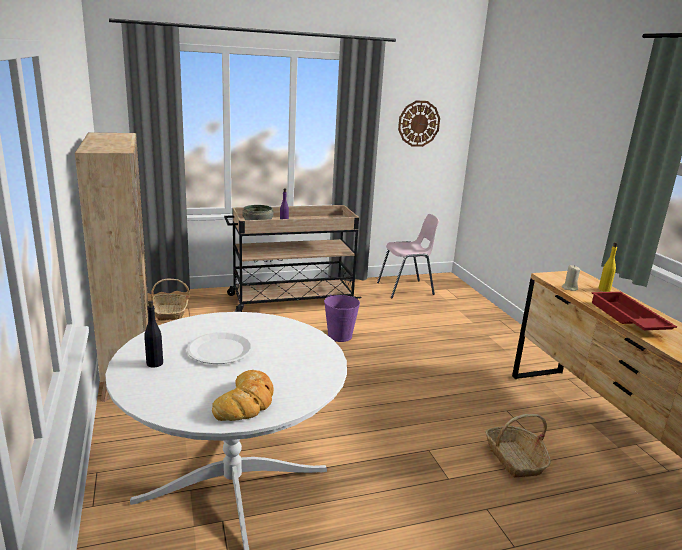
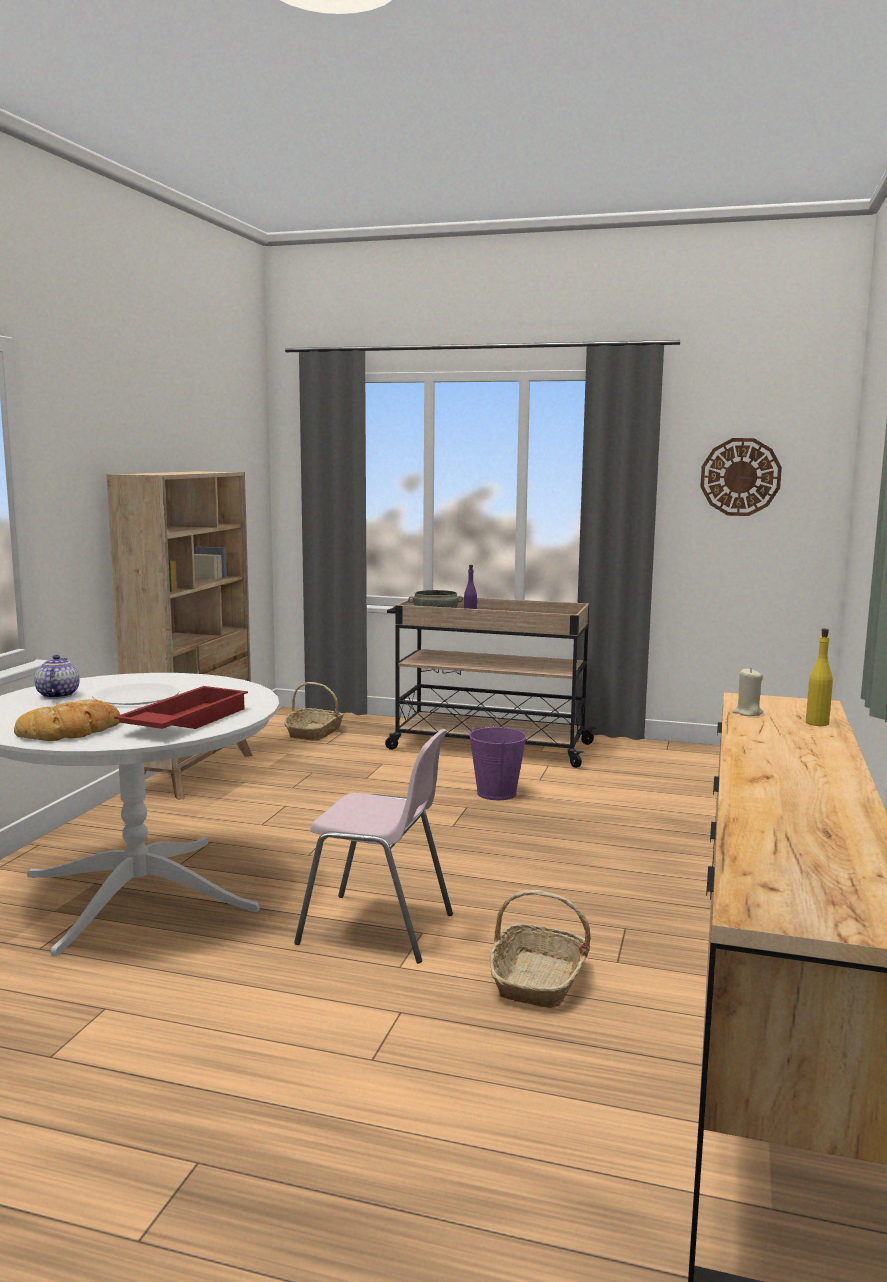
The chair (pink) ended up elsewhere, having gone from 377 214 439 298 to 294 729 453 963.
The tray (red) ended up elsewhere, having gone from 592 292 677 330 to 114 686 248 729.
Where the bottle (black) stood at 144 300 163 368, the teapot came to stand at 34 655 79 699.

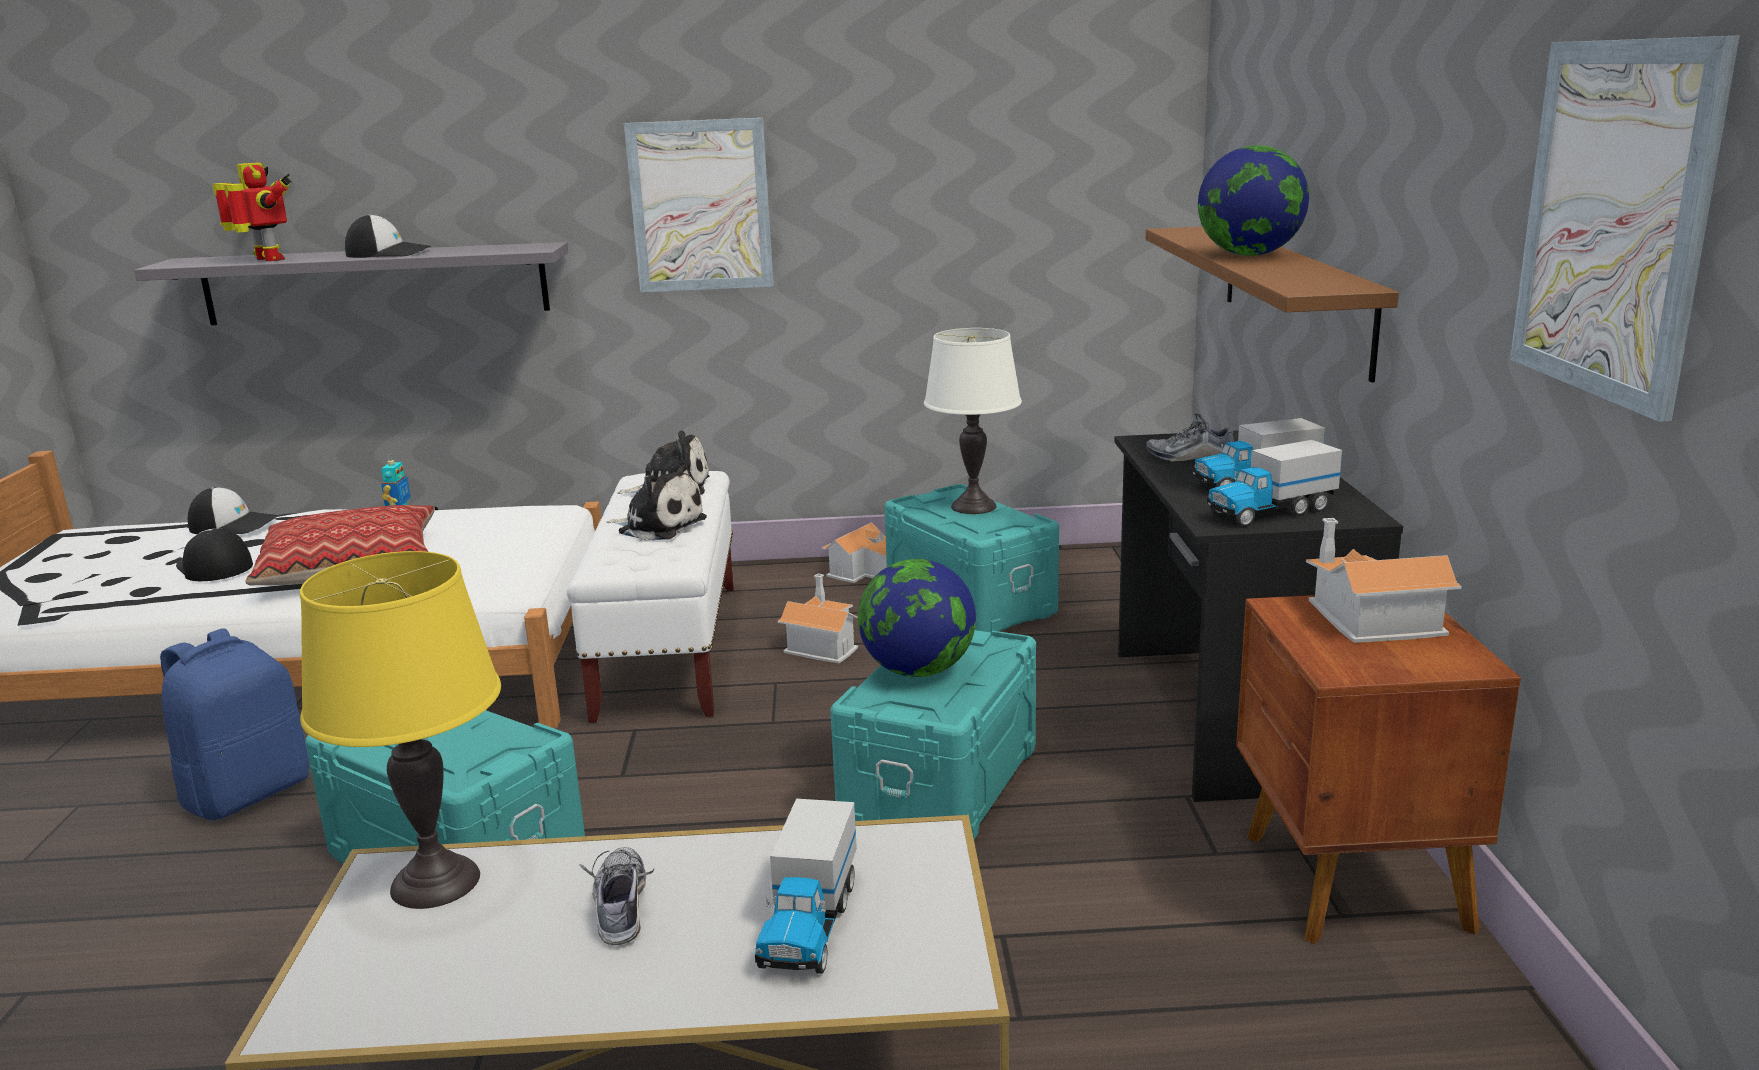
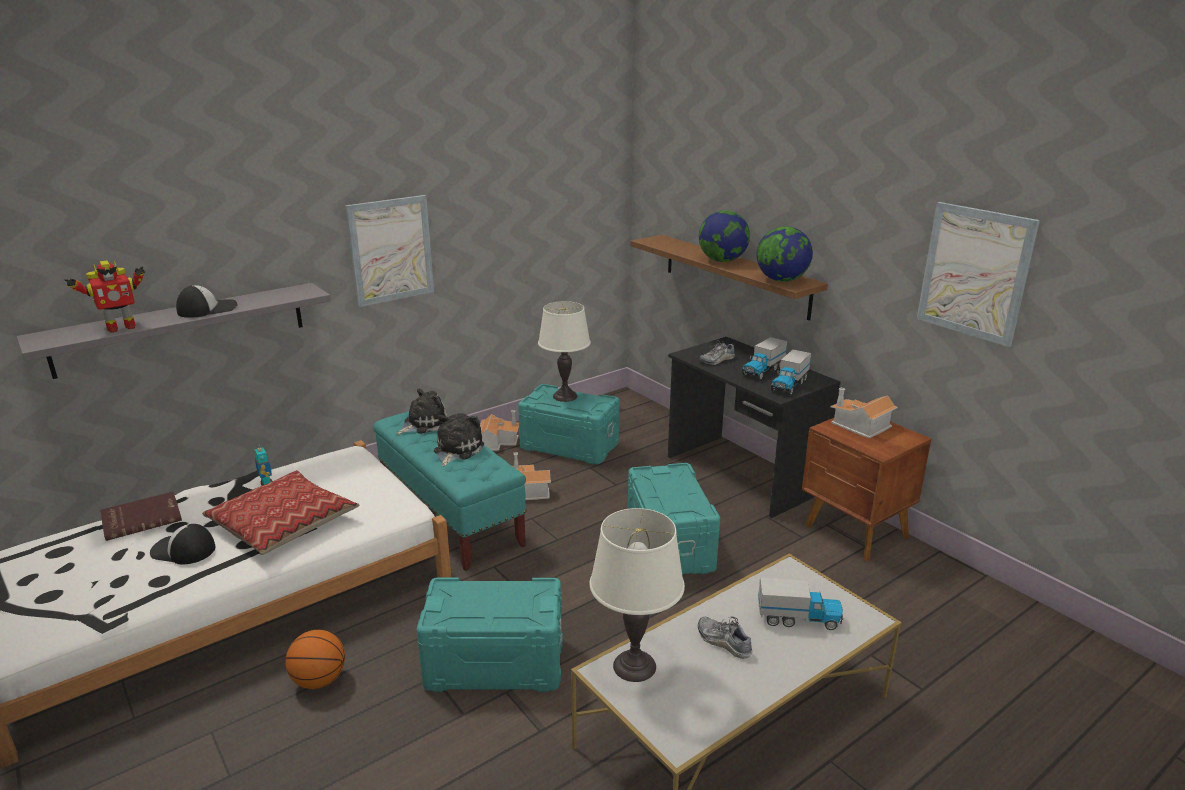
The toy robot at 212 163 292 261 ended up facing another way, 135 degrees clockwise from before.
The plush toy at 607 465 707 540 ended up facing another way, 60 degrees counterclockwise from before.
What was the bench (white) at 567 471 734 723 turned into the bench (turquoise) at 373 411 527 571.
Where the cap stood at 188 487 278 534, the book (red) came to stand at 100 492 182 541.
What was the table lamp (yellow) at 300 551 501 909 turned into the table lamp (white) at 590 508 685 682.
The globe ended up elsewhere, having gone from 858 559 976 677 to 757 226 813 282.
Where the backpack (blue) stood at 160 628 309 820, the basketball came to stand at 285 630 345 689.
The toy truck at 755 799 857 974 ended up facing another way, 60 degrees counterclockwise from before.

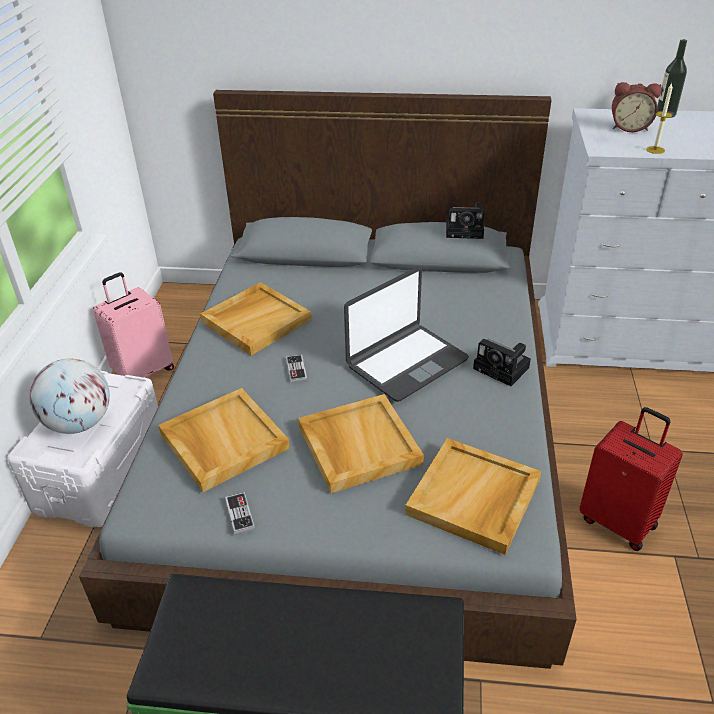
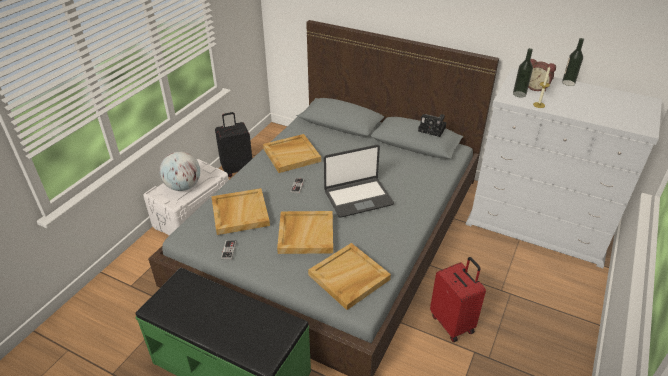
What was the suitcase (pink) at 93 272 174 378 turned into the suitcase (black) at 215 112 252 177.
The second view lost the photo camera at 473 339 531 386.
The second view gained the bottle at 513 48 533 98.

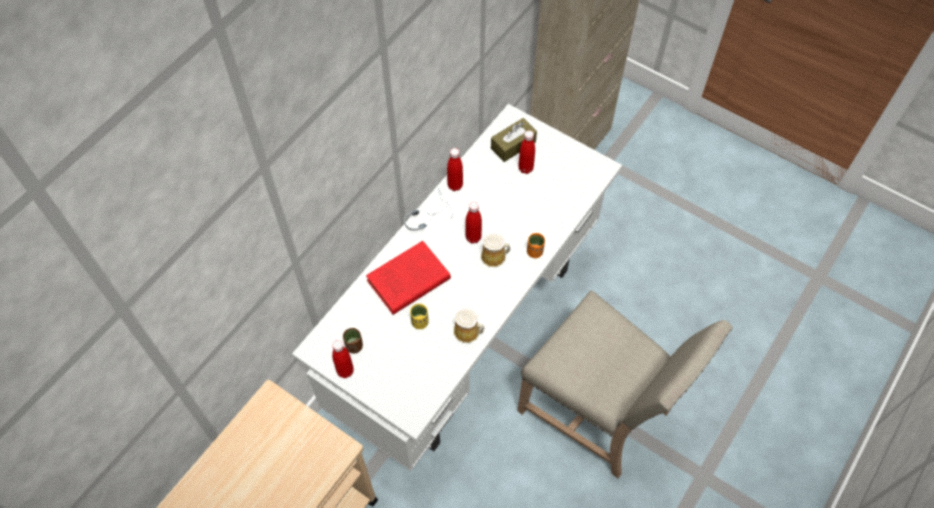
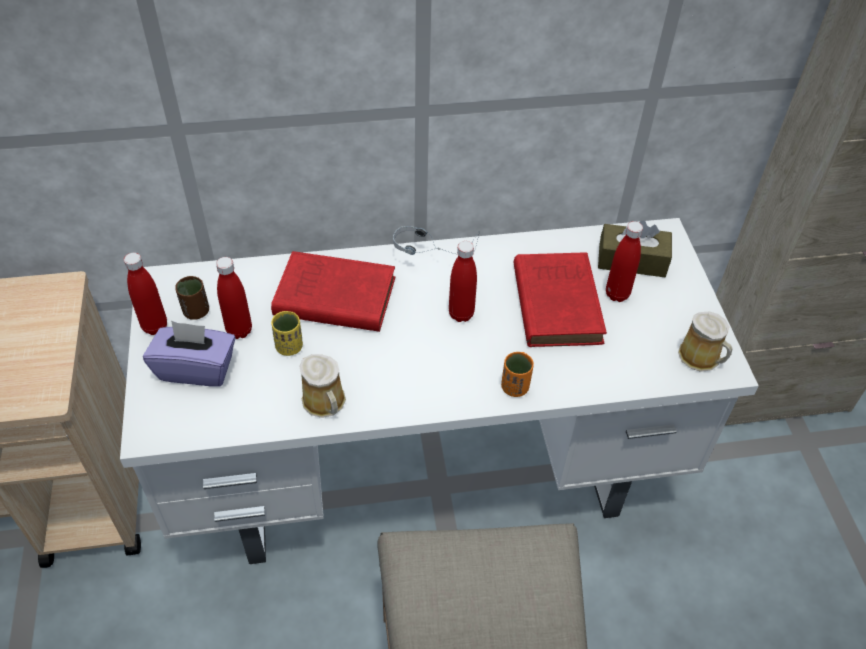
The bottle (red) ended up elsewhere, having gone from 447 148 463 191 to 216 257 252 339.
The mug ended up elsewhere, having gone from 481 233 510 267 to 678 312 733 372.
The second view gained the book (red) at 514 252 607 347.
The second view gained the tissue box (purple) at 143 321 236 387.

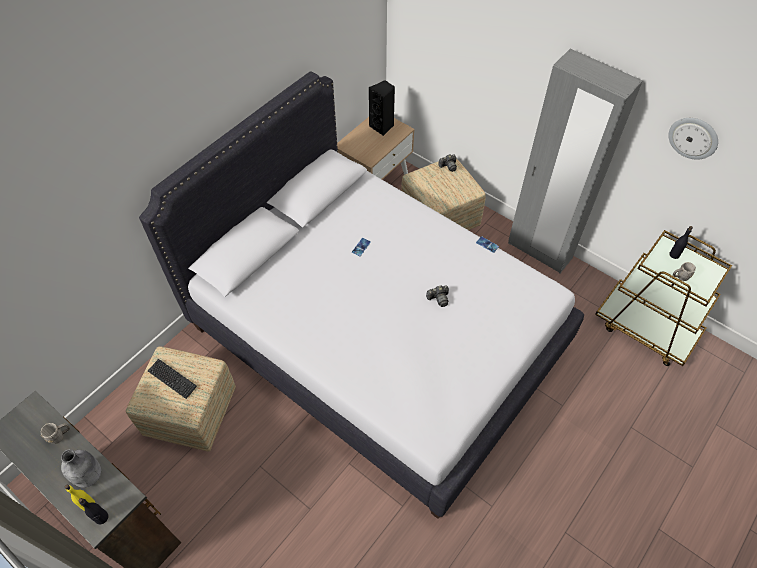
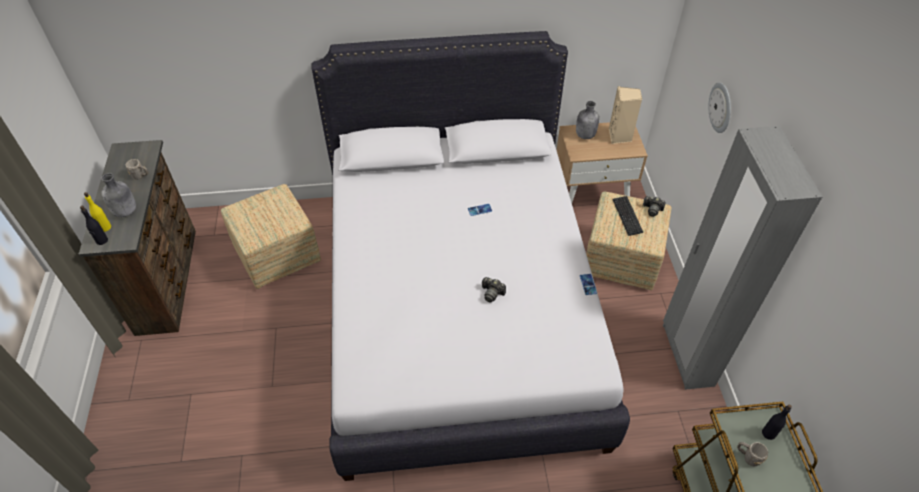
What was the speaker (black) at 369 80 395 136 turned into the speaker (beige) at 609 86 642 144.
The wall clock ended up elsewhere, having gone from 668 118 718 160 to 709 82 731 133.
The keyboard ended up elsewhere, having gone from 148 359 197 399 to 612 196 643 236.
The second view gained the bottle (grey) at 576 101 599 139.

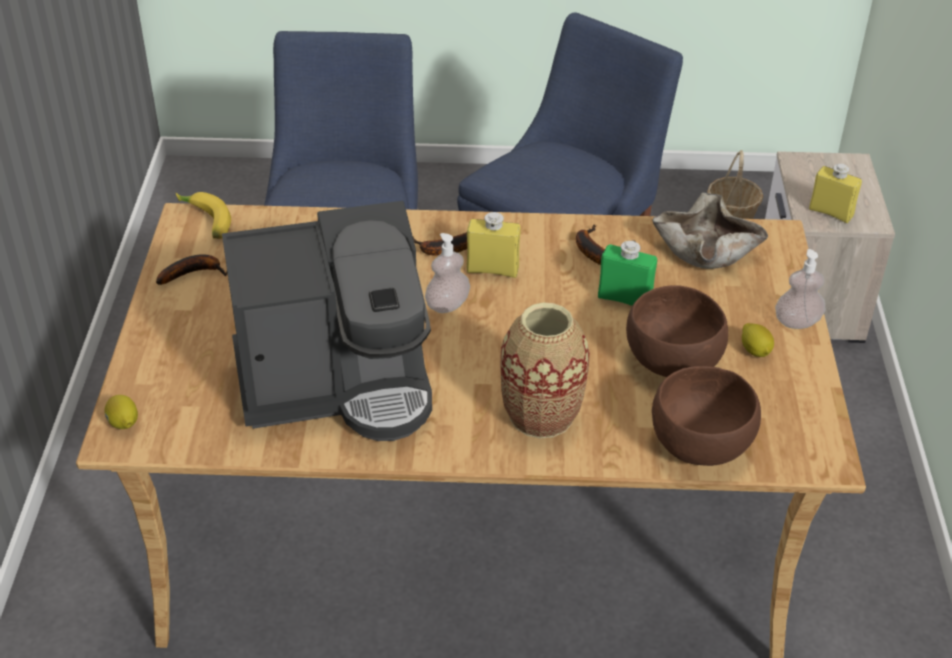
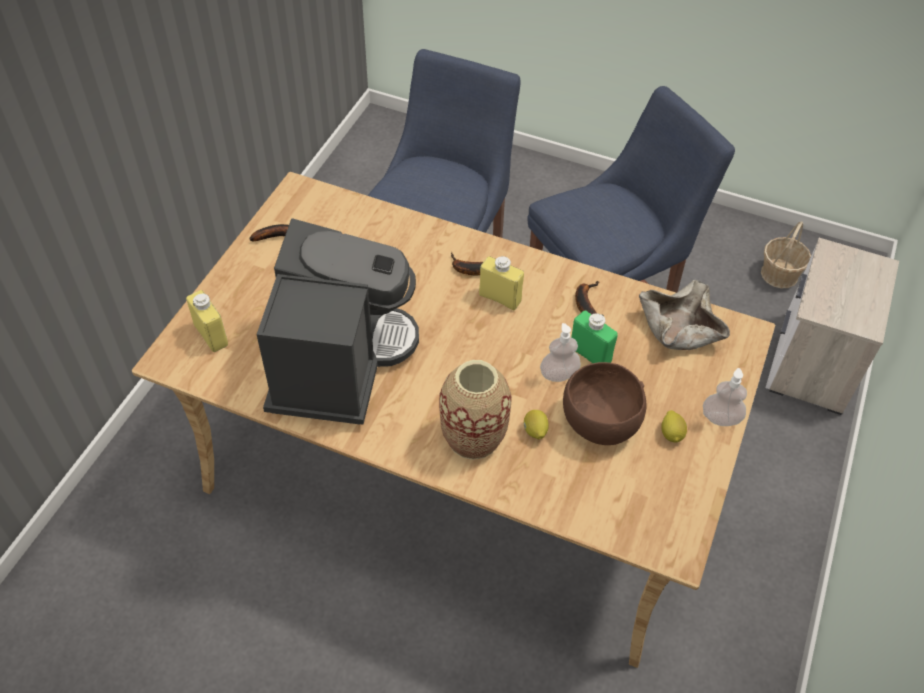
The bottle (yellow) ended up elsewhere, having gone from 809 164 862 223 to 186 290 228 352.
The second view lost the banana at 176 192 231 239.
The coffee machine at 222 201 432 441 ended up facing another way, 90 degrees counterclockwise from before.
The soap dispenser ended up elsewhere, having gone from 425 233 470 313 to 540 323 581 382.
The second view lost the bowl (brown) at 652 366 761 466.
The lemon ended up elsewhere, having gone from 105 395 138 429 to 524 410 549 439.

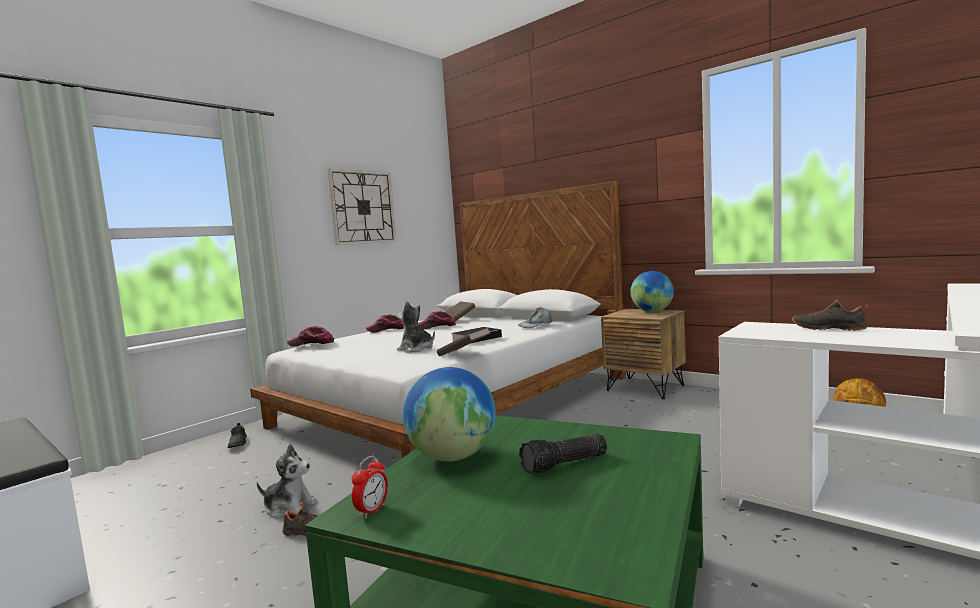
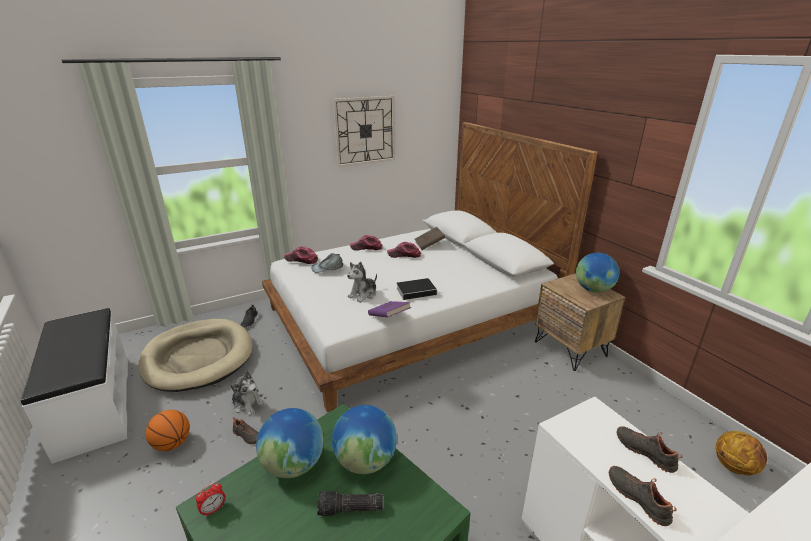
The plush toy at 397 301 435 352 ended up facing another way, 105 degrees counterclockwise from before.
The cap (grey) ended up elsewhere, having gone from 518 307 553 328 to 312 253 343 273.
What was the book (brown) at 437 327 491 356 turned into the book (purple) at 368 301 411 317.
The second view gained the dog bed (beige) at 138 319 253 392.
The second view gained the globe at 332 405 397 474.
The second view gained the basketball at 145 410 190 451.
The second view gained the shoe (black) at 609 466 677 526.

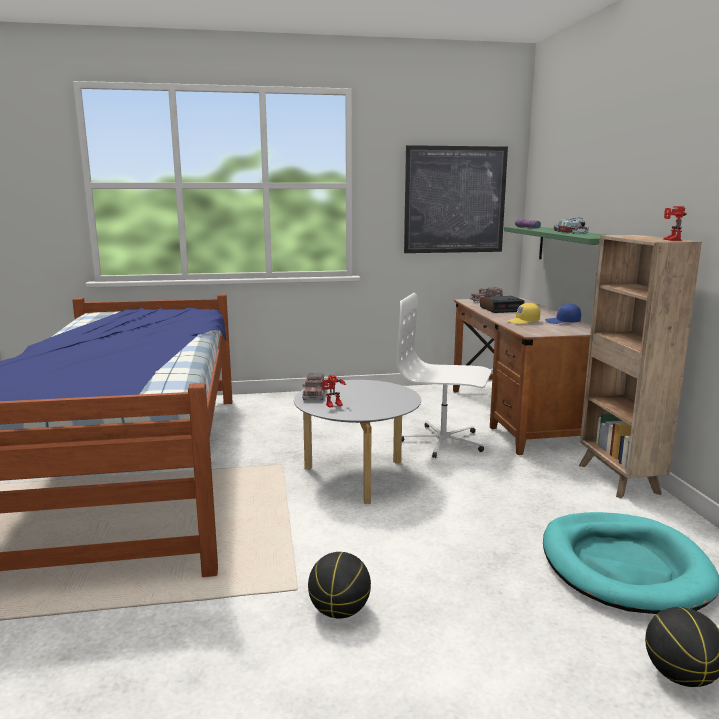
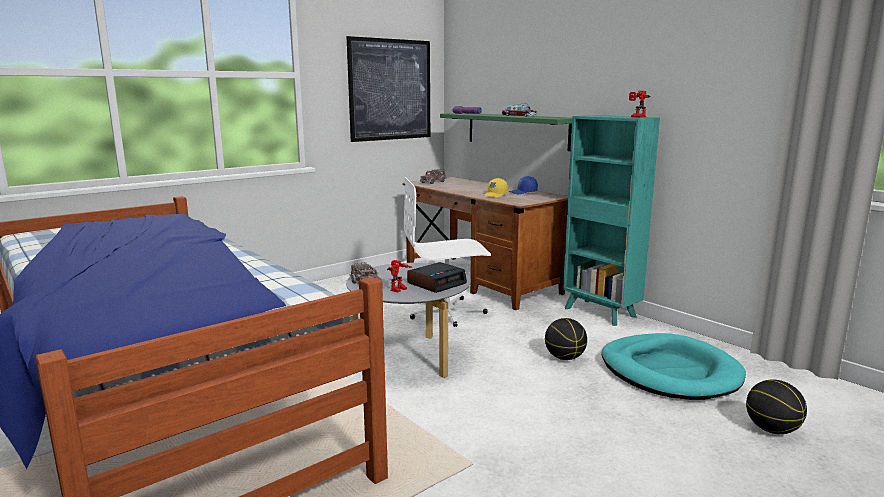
What was the bookcase (brown) at 579 235 702 498 turned into the bookcase (turquoise) at 563 115 660 326.
The alarm clock ended up elsewhere, having gone from 480 296 524 313 to 407 262 467 293.
The basketball ended up elsewhere, having gone from 308 552 371 619 to 545 318 587 360.

